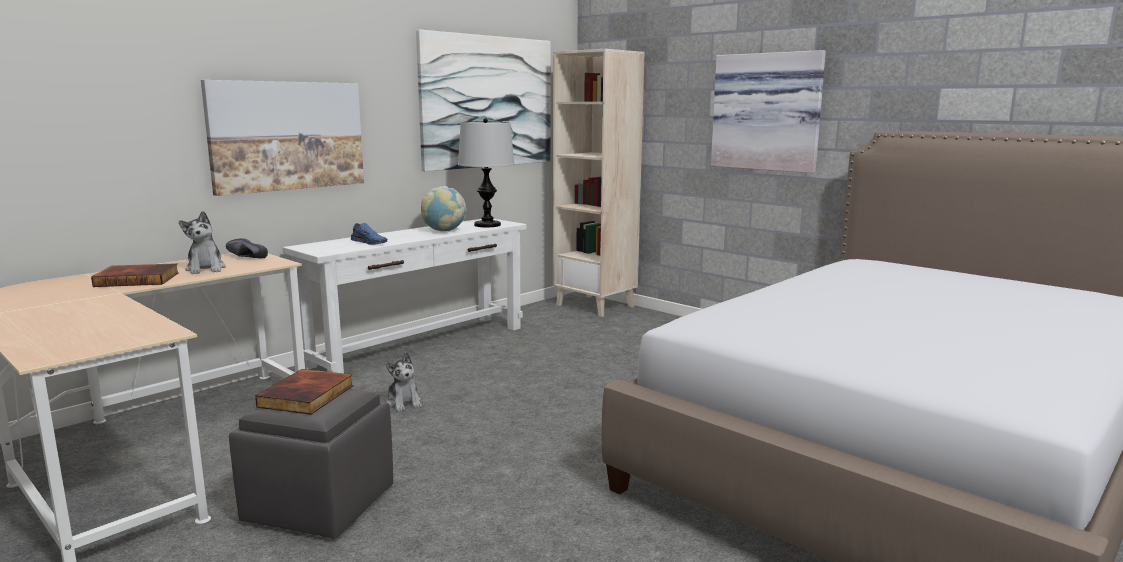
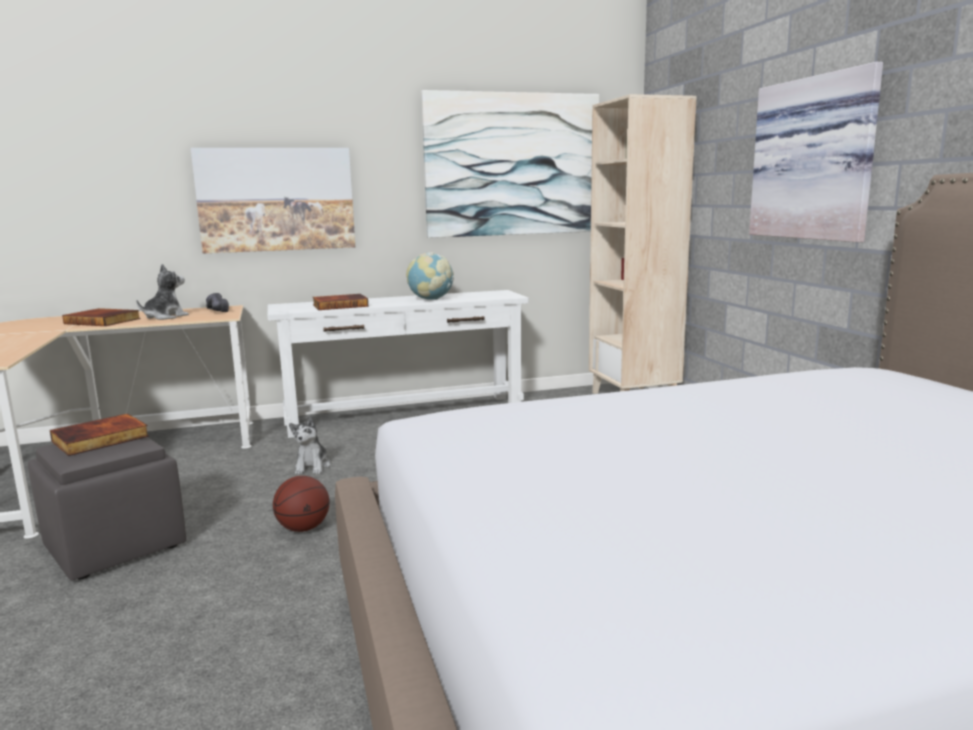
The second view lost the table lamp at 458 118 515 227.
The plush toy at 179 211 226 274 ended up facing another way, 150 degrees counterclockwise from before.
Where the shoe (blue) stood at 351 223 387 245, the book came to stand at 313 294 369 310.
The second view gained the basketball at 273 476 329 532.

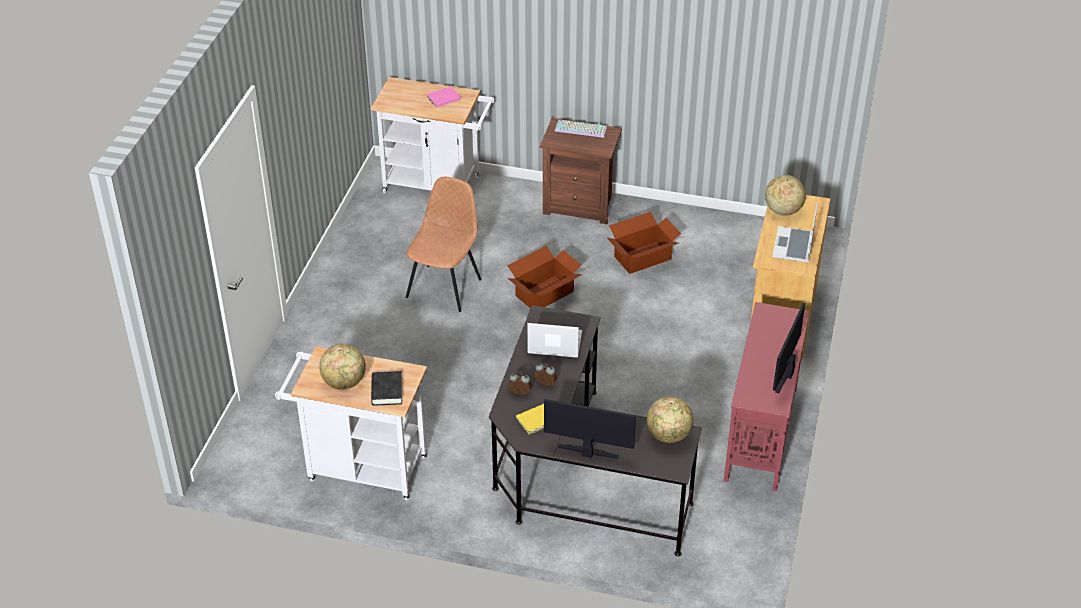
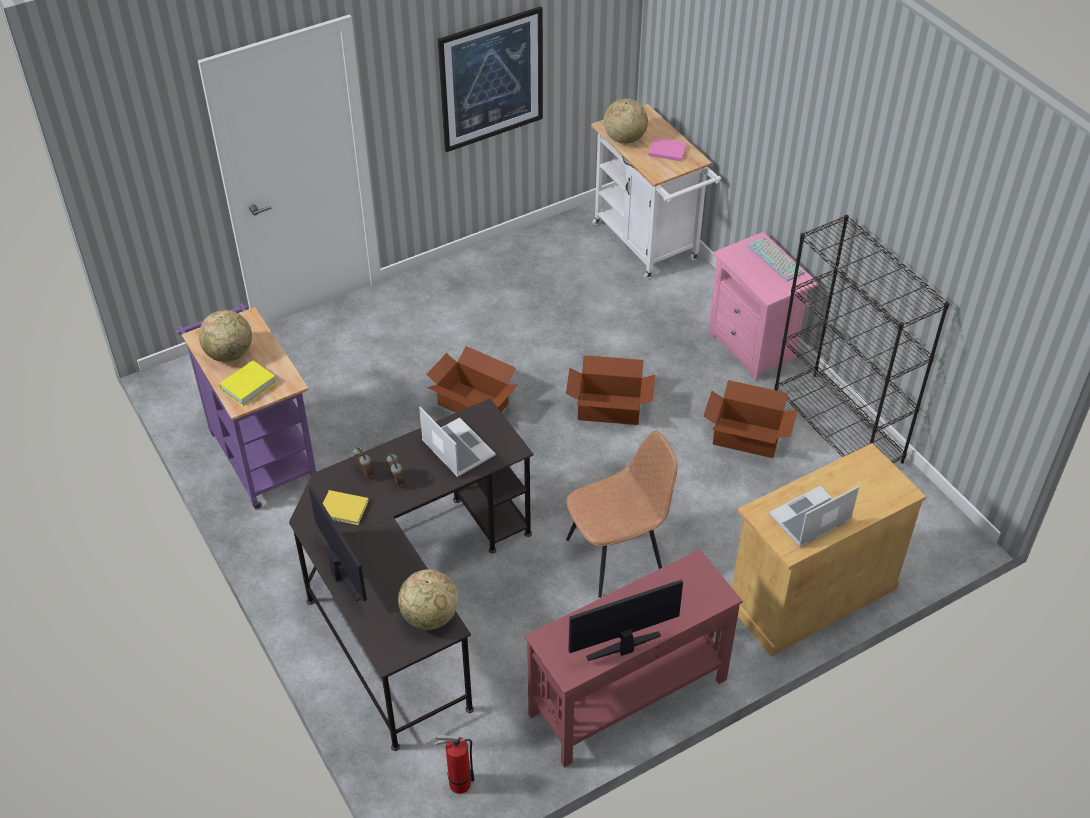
What was the nightstand (brown) at 540 118 622 224 turned into the nightstand (pink) at 708 232 819 381.
The globe ended up elsewhere, having gone from 765 175 806 216 to 604 98 648 144.
The chair (brown) ended up elsewhere, having gone from 406 177 481 312 to 566 431 678 598.
What was the cart (white) at 275 346 427 500 turned into the cart (purple) at 177 303 316 510.
What was the book (black) at 371 371 402 406 turned into the book (yellow) at 219 361 276 406.
The second view gained the picture at 437 6 543 152.
The second view gained the bookcase (black) at 774 215 949 464.
The second view gained the cardboard box at 426 346 518 413.
The second view gained the fire extinguisher at 434 734 475 794.

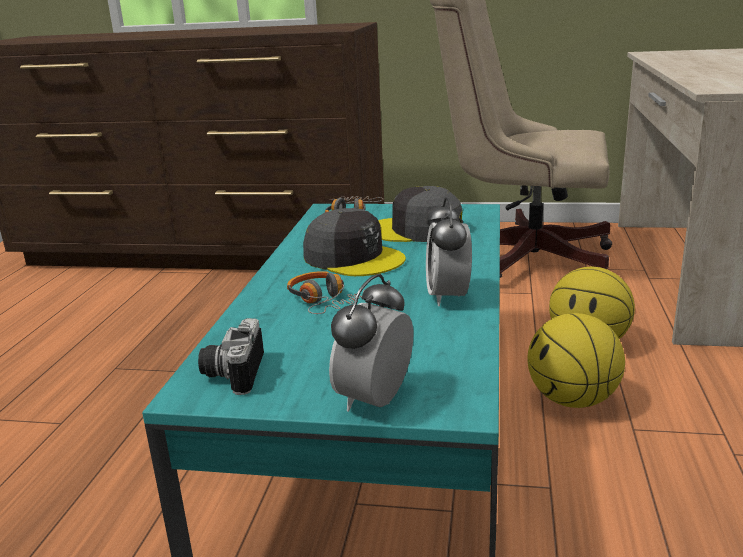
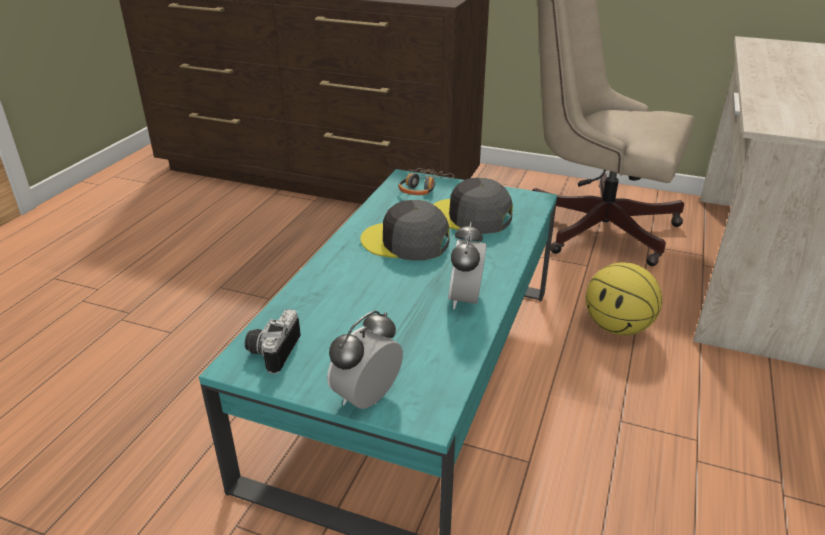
The cap (grey) at 303 208 406 276 ended up facing another way, 150 degrees clockwise from before.
The second view lost the headphones at 287 271 365 314.
The second view lost the basketball at 527 313 625 408.

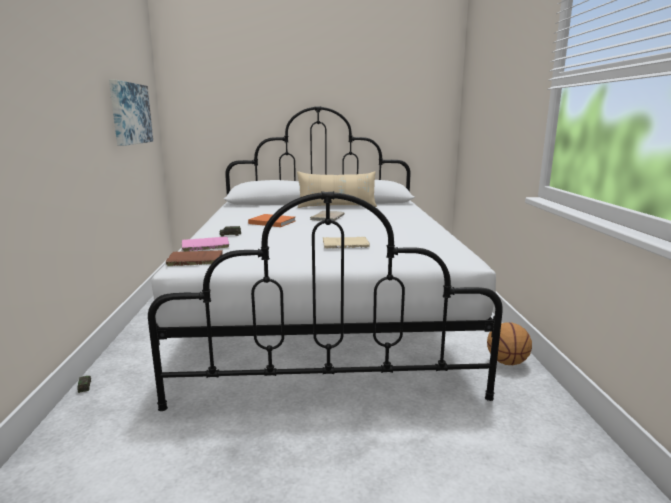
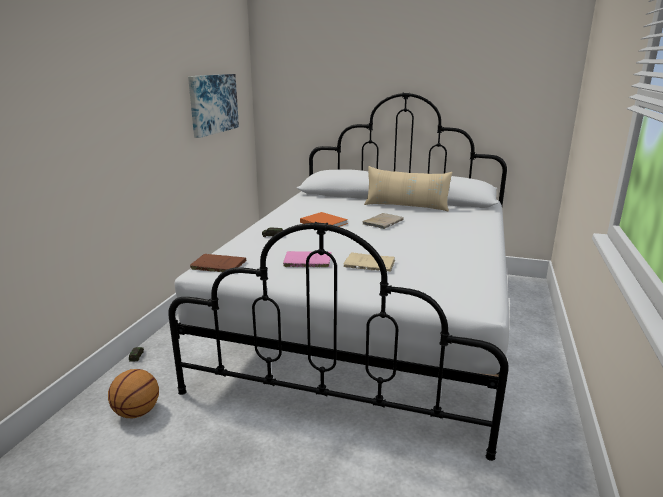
The book (pink) ended up elsewhere, having gone from 181 237 229 252 to 283 251 331 267.
The basketball ended up elsewhere, having gone from 487 322 532 365 to 108 369 159 418.

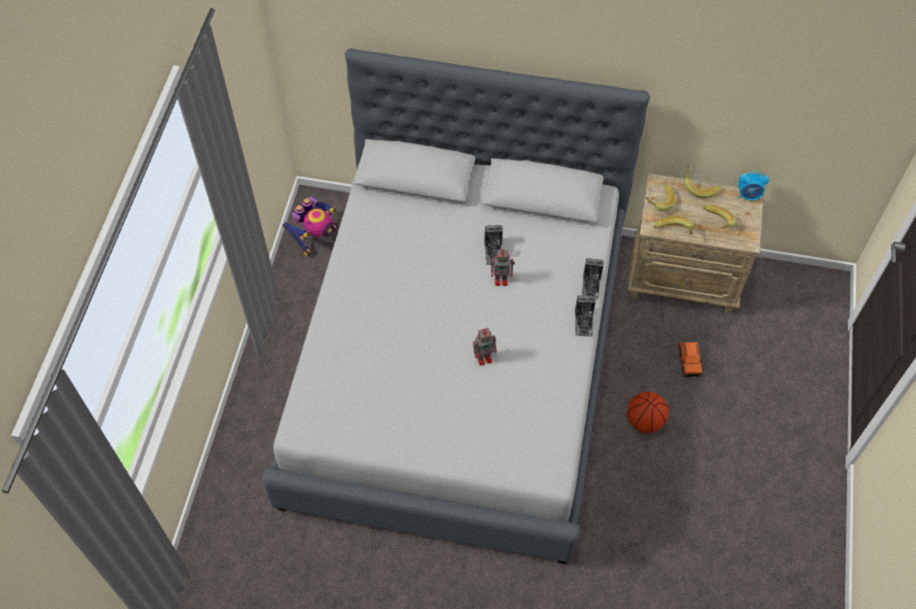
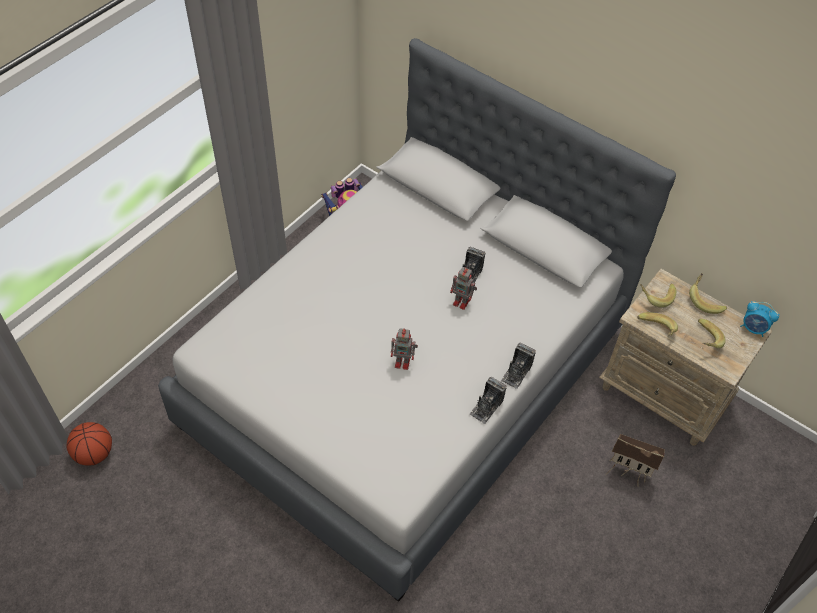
The photo camera ended up elsewhere, having gone from 582 258 604 300 to 469 377 507 424.
Where the toy car (orange) stood at 678 342 702 377, the toy house came to stand at 606 434 665 487.
The basketball ended up elsewhere, having gone from 627 391 669 433 to 67 422 112 466.

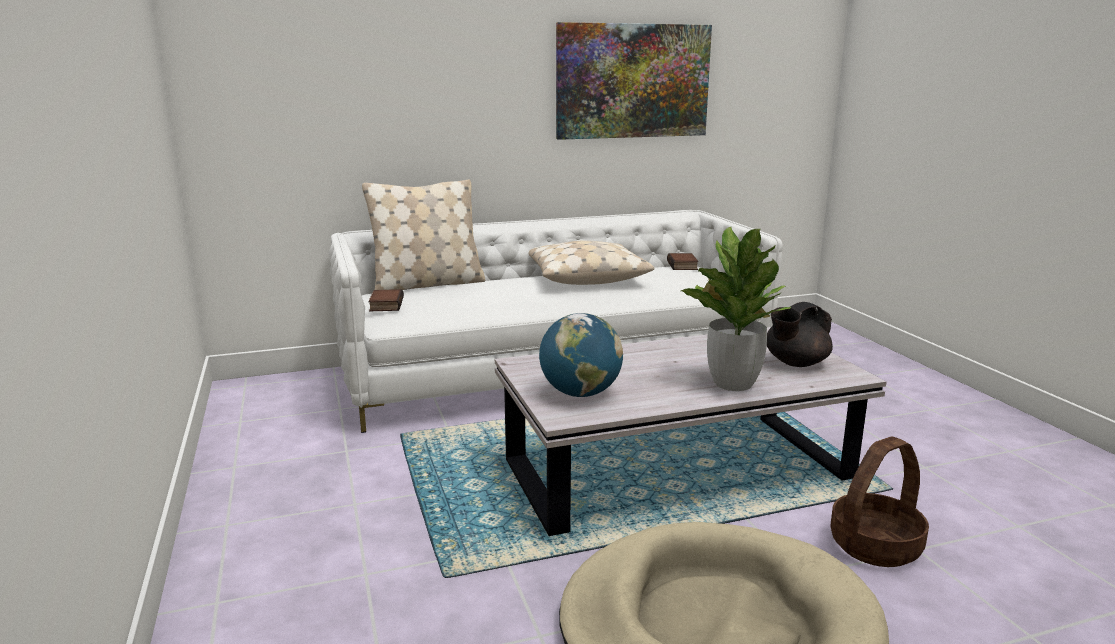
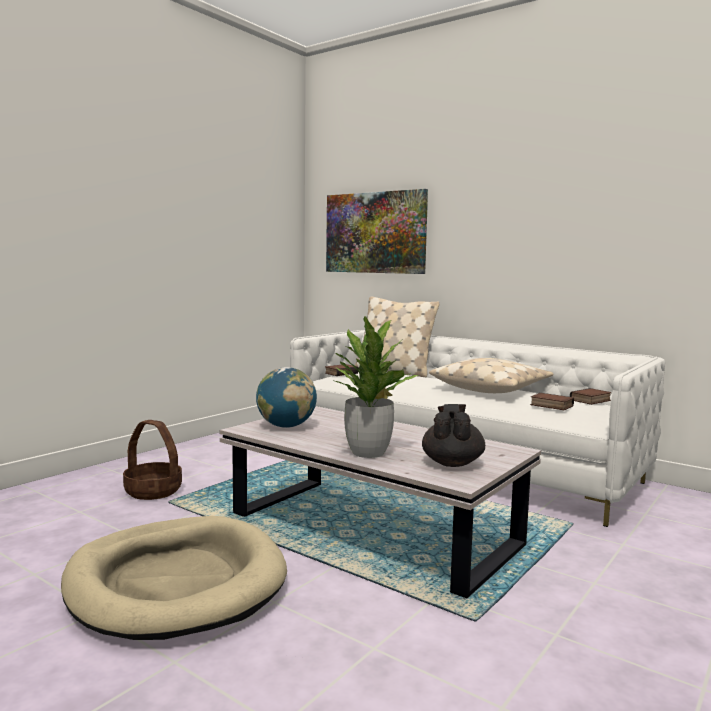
The picture ended up elsewhere, having gone from 556 22 712 140 to 326 189 428 274.
The teapot (black) at 767 302 833 367 ended up facing another way, 75 degrees clockwise from before.
The basket ended up elsewhere, having gone from 830 436 929 567 to 123 420 182 500.
The second view gained the book at 530 393 574 410.

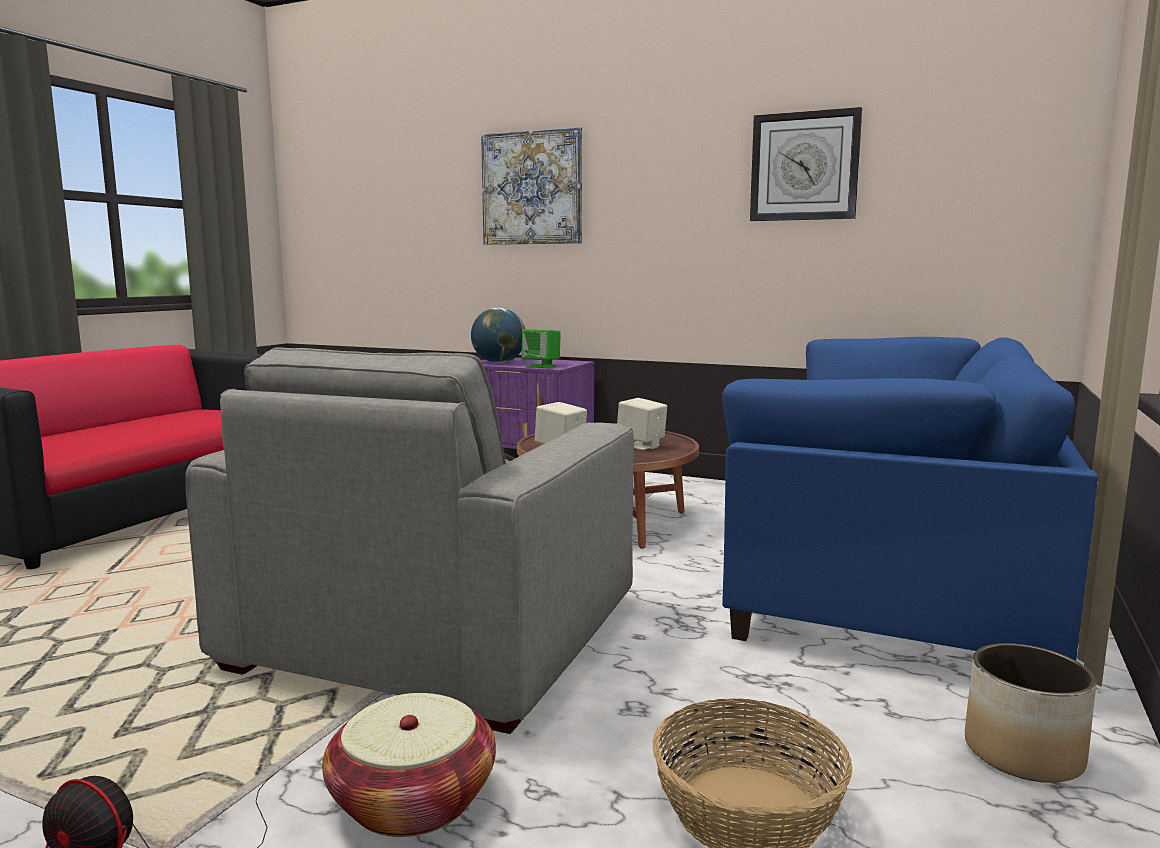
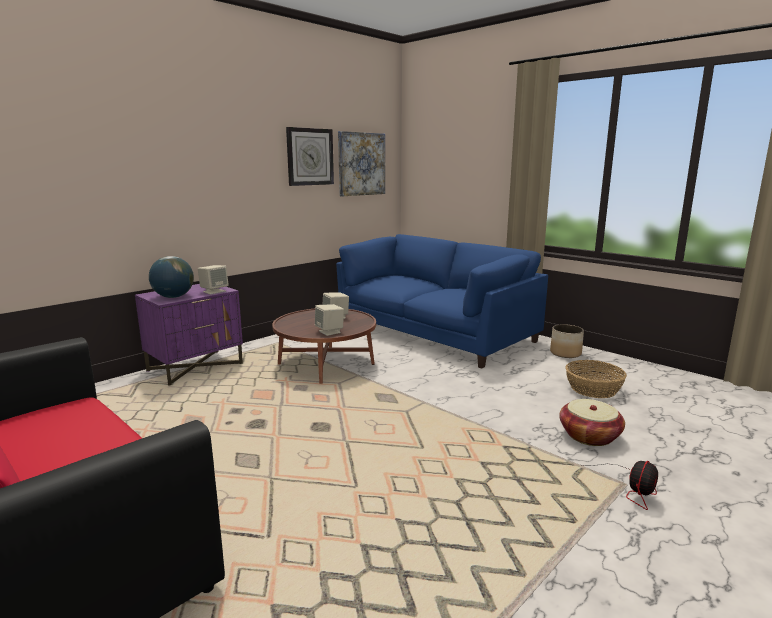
The picture ended up elsewhere, having gone from 481 127 582 245 to 338 131 385 196.
What was the speaker (green) at 522 329 561 368 turned into the speaker (beige) at 198 265 229 295.
The second view lost the armchair (grey) at 185 347 634 734.

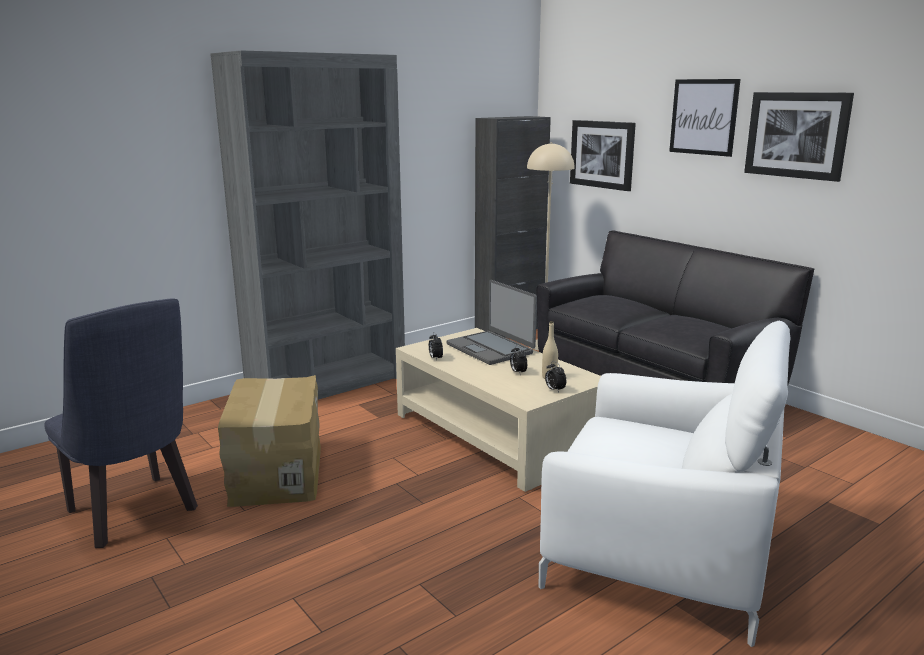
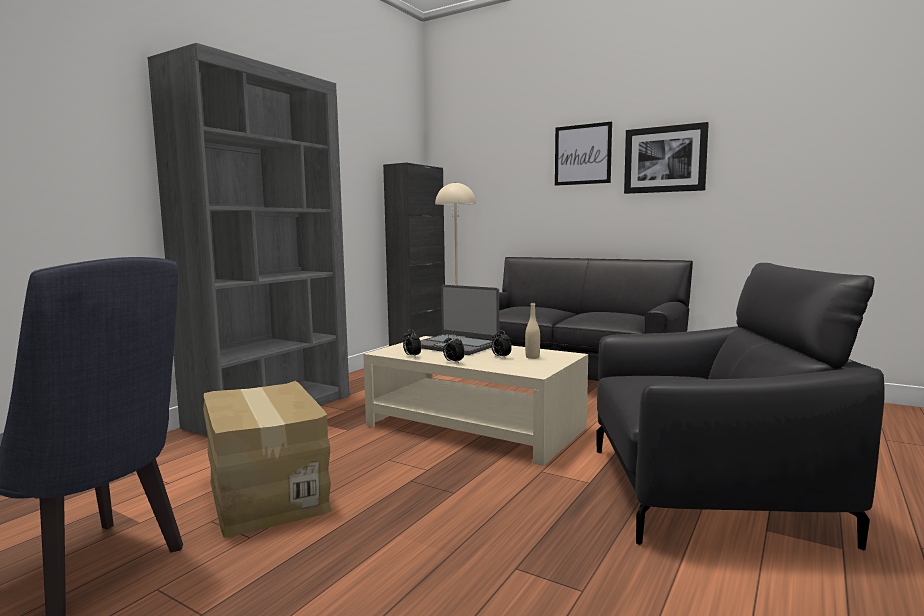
The second view lost the picture at 570 120 636 191.
What was the armchair (white) at 539 321 791 647 turned into the armchair (black) at 597 263 885 551.
The alarm clock ended up elsewhere, having gone from 545 361 566 393 to 443 334 465 363.

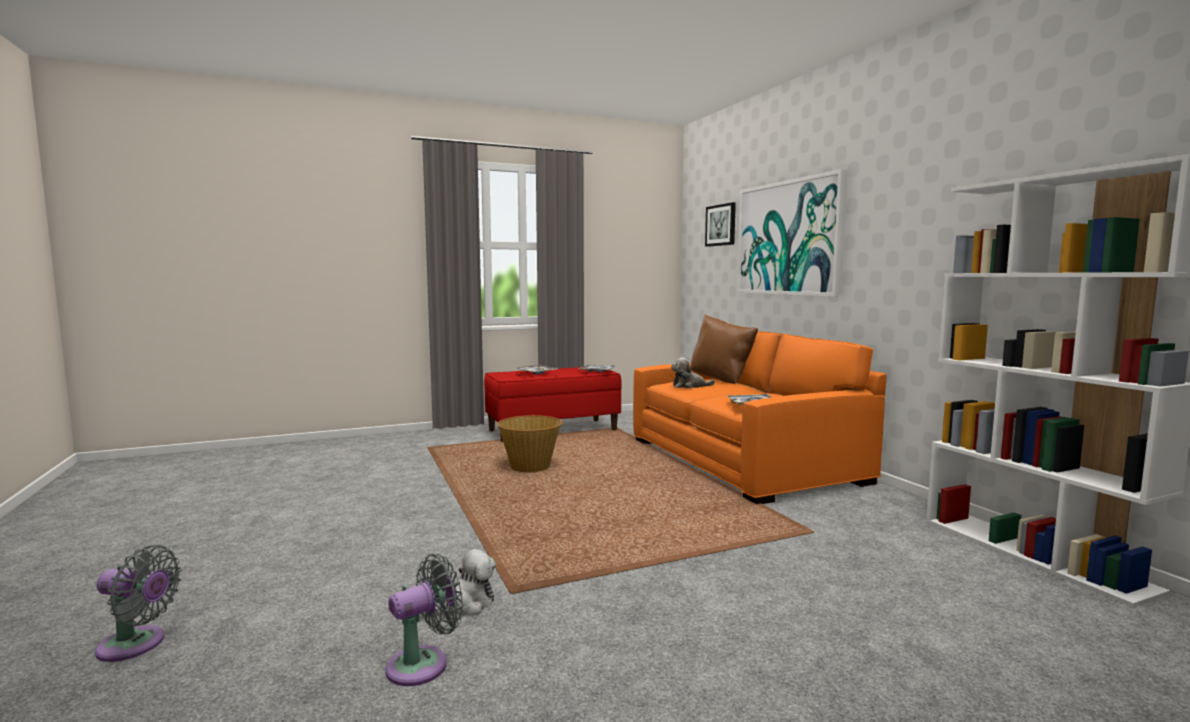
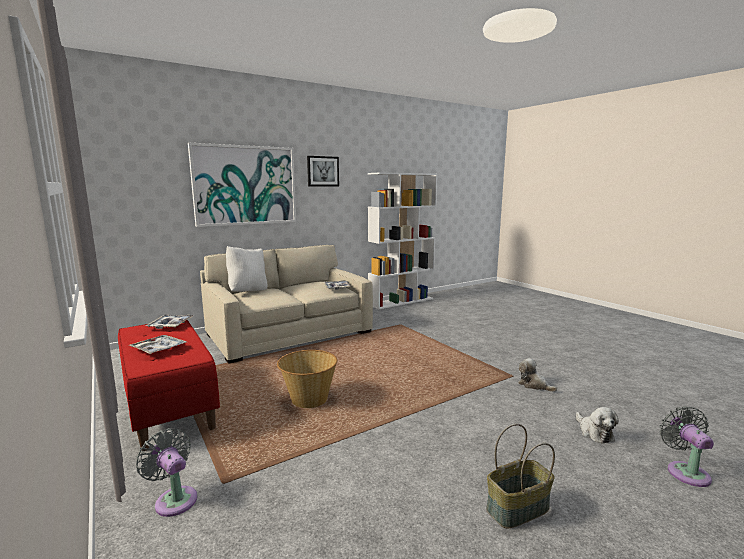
The picture ended up elsewhere, having gone from 705 202 736 247 to 307 156 339 186.
What was the pillow (brown) at 690 314 758 384 turned into the pillow (white) at 226 246 267 292.
What was the sofa (orange) at 633 331 887 504 turned into the sofa (beige) at 200 245 373 364.
The plush toy ended up elsewhere, having gone from 671 358 715 388 to 576 407 619 443.
The fan (grey) ended up elsewhere, having gone from 386 554 463 686 to 136 428 197 517.
The second view gained the basket at 486 424 555 529.

